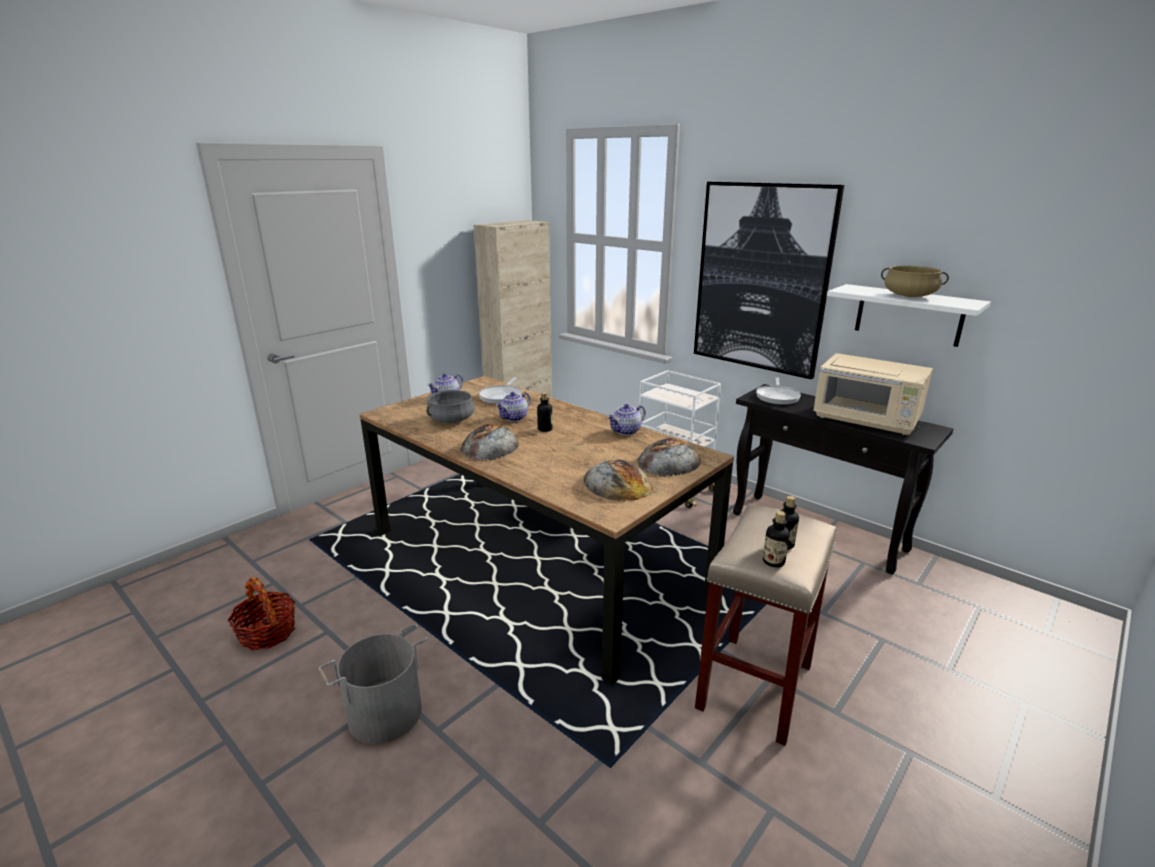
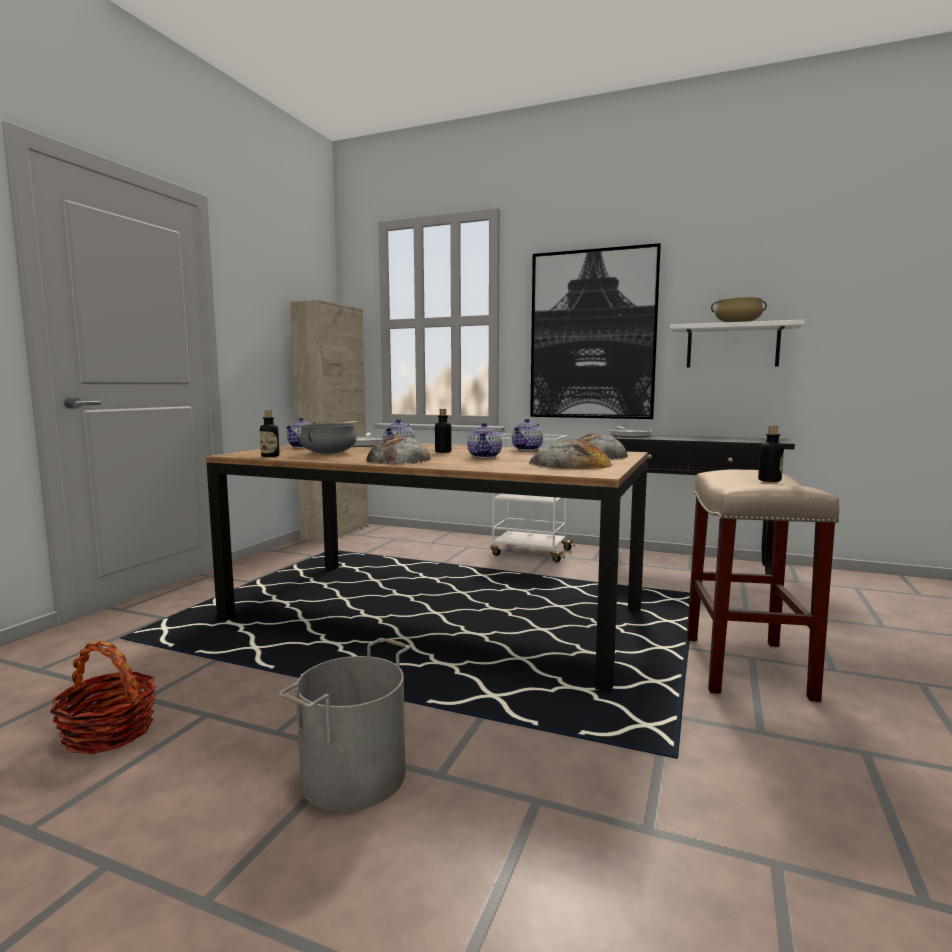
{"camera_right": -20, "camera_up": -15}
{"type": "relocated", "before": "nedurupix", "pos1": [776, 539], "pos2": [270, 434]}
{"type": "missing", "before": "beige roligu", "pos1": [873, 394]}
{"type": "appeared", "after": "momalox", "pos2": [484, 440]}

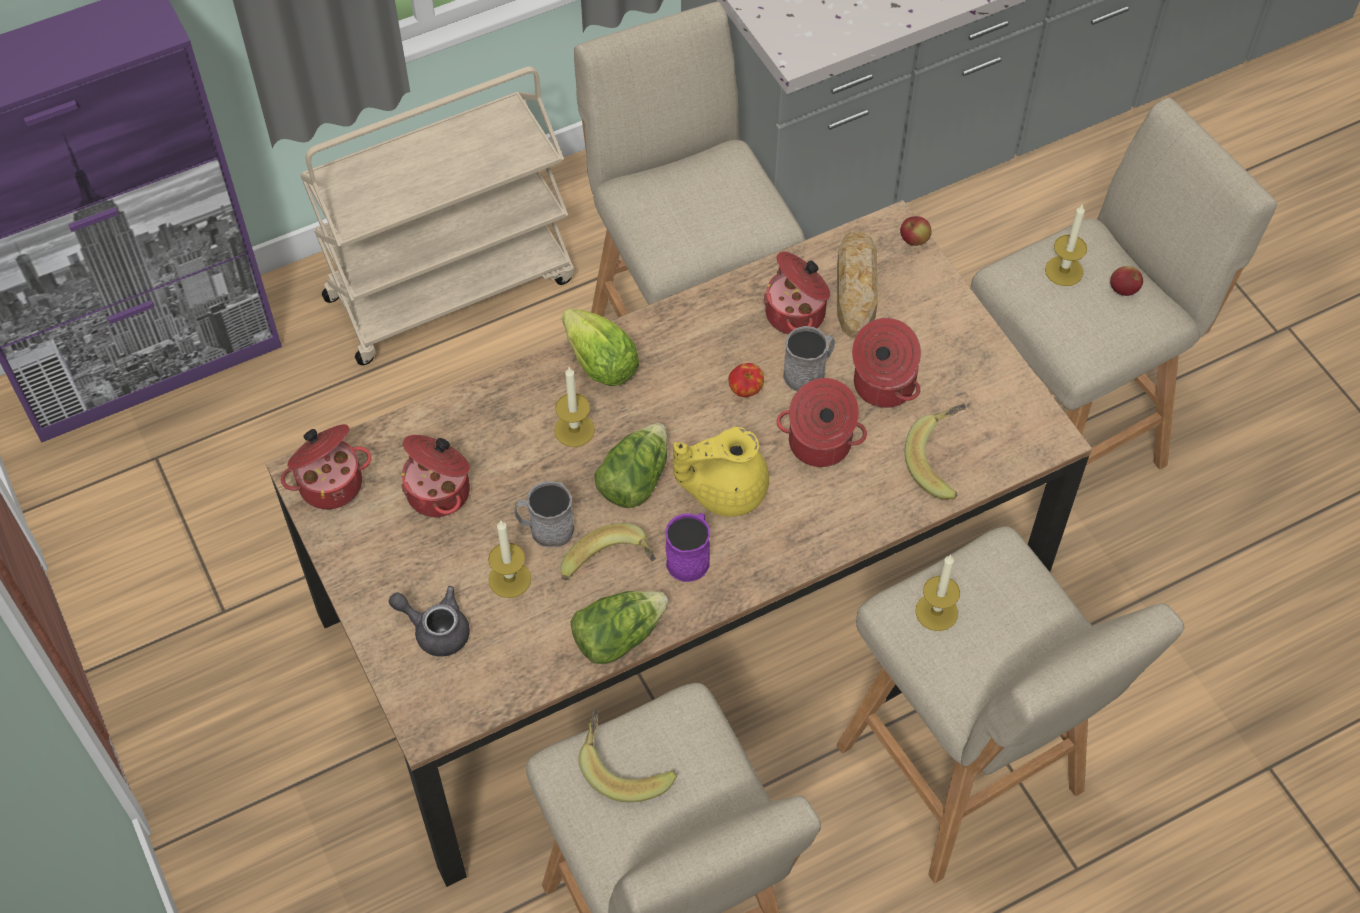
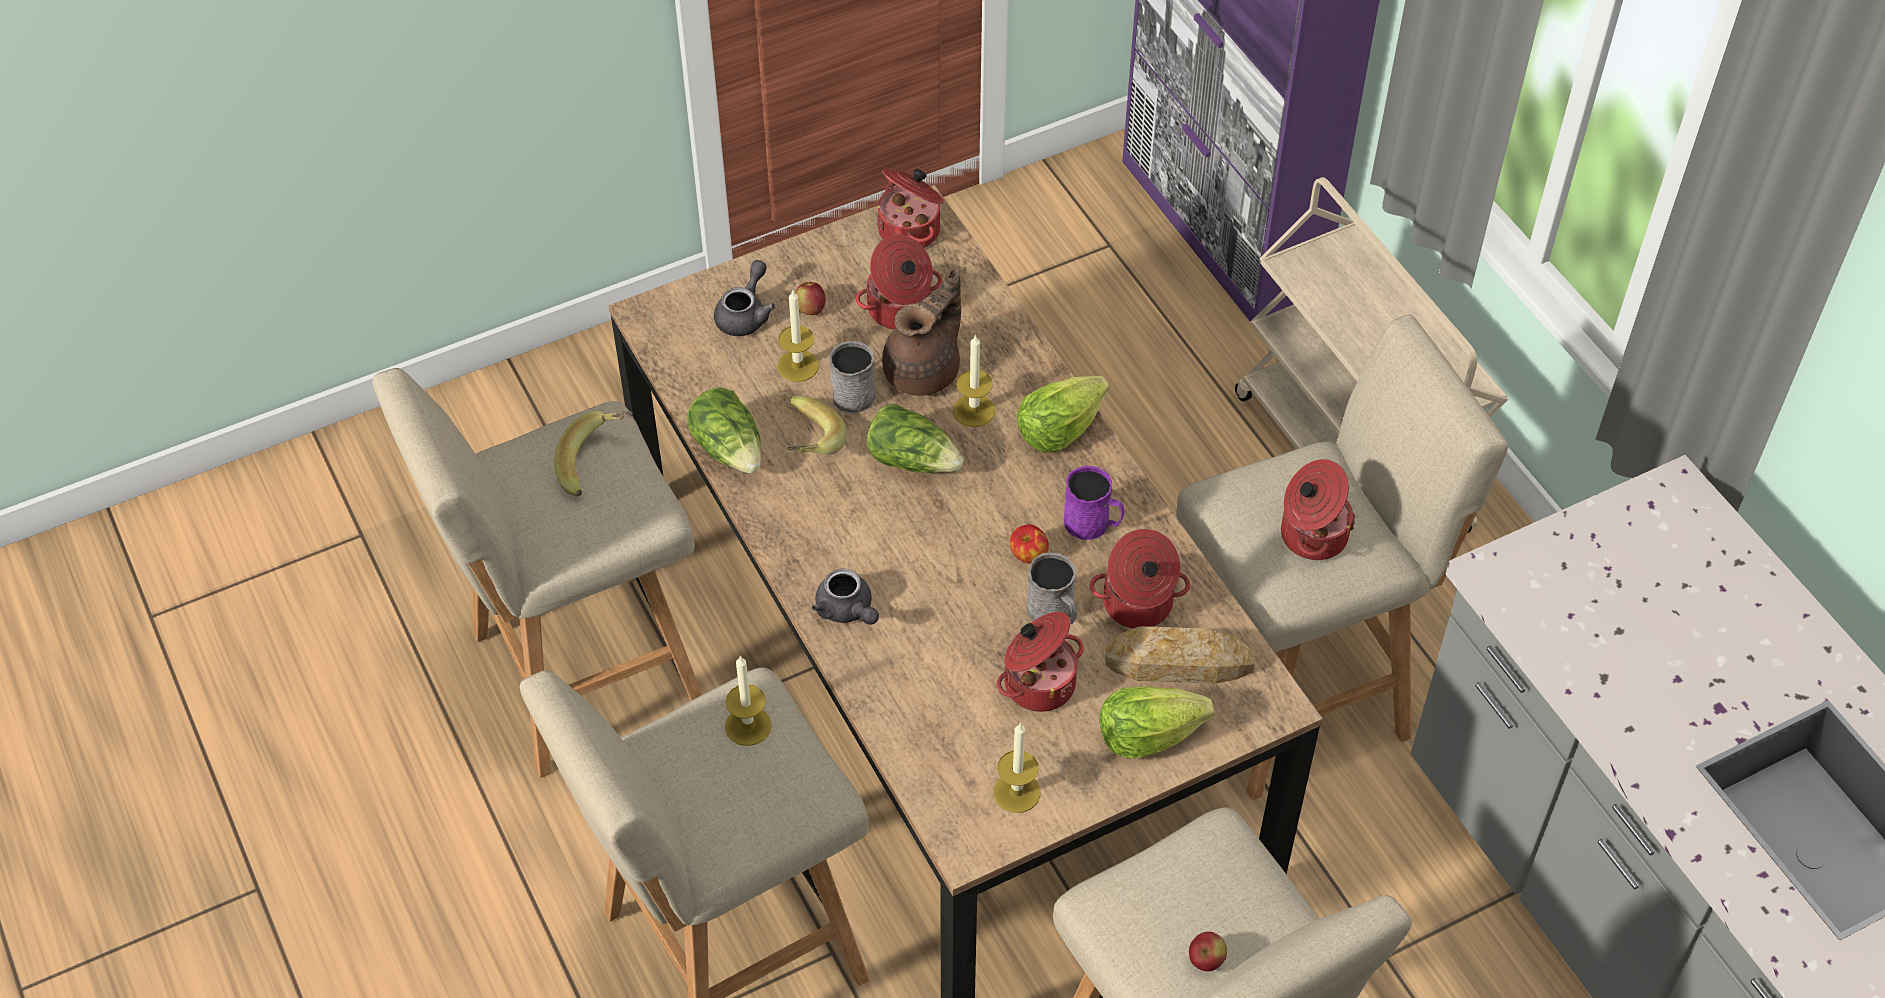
{"camera_right": 90, "camera_up": -5}
{"type": "relocated", "before": "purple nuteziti", "pos1": [687, 547], "pos2": [1094, 503]}
{"type": "missing", "before": "yellow momalox", "pos1": [721, 472]}
{"type": "relocated", "before": "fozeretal", "pos1": [822, 422], "pos2": [1318, 509]}
{"type": "relocated", "before": "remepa", "pos1": [916, 231], "pos2": [810, 298]}
{"type": "missing", "before": "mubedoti", "pos1": [935, 451]}
{"type": "relocated", "before": "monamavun", "pos1": [1066, 245], "pos2": [1017, 768]}
{"type": "appeared", "after": "grey momalox", "pos2": [845, 597]}
{"type": "appeared", "after": "brown momalox", "pos2": [921, 331]}
{"type": "appeared", "after": "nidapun", "pos2": [1156, 722]}

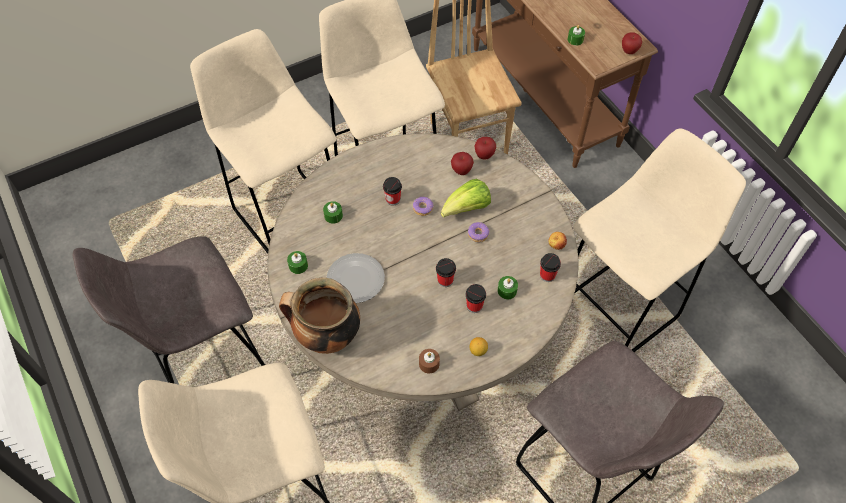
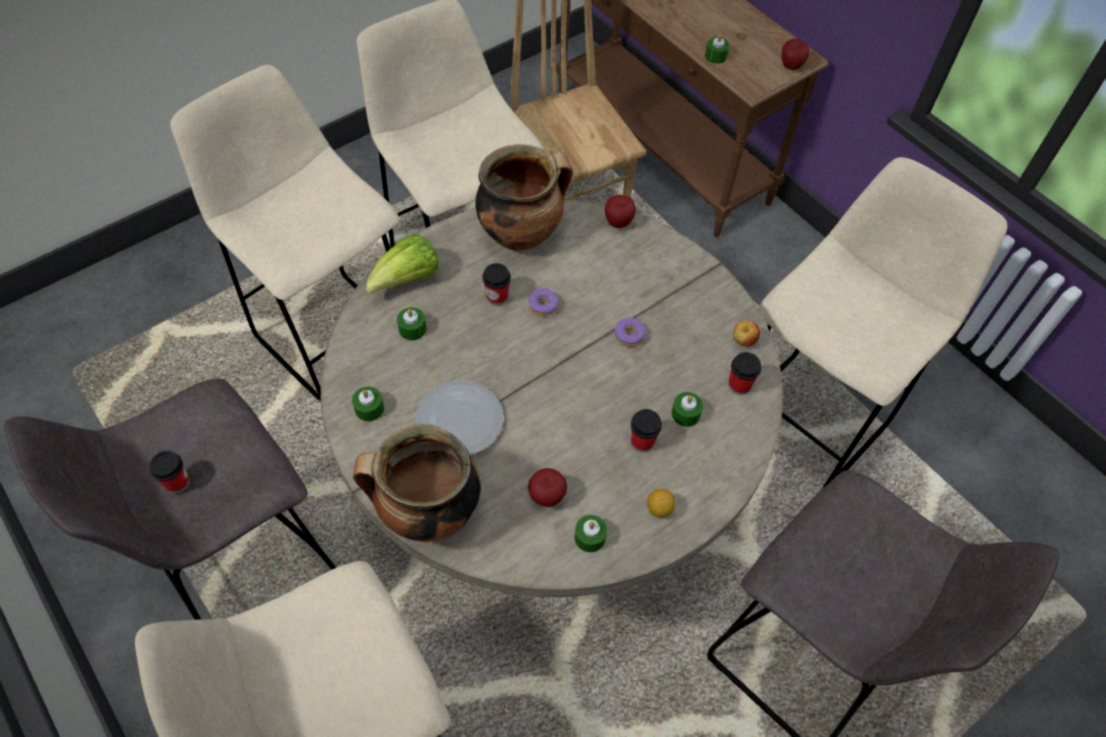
{"camera_right": -10, "camera_up": 0}
{"type": "colour", "before": "brown monamavun", "after": "green monamavun", "pos1": [429, 361], "pos2": [590, 533]}
{"type": "relocated", "before": "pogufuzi", "pos1": [446, 272], "pos2": [170, 472]}
{"type": "relocated", "before": "nidapun", "pos1": [466, 198], "pos2": [402, 264]}
{"type": "relocated", "before": "remepa", "pos1": [462, 163], "pos2": [547, 487]}
{"type": "appeared", "after": "fozeretal", "pos2": [524, 197]}

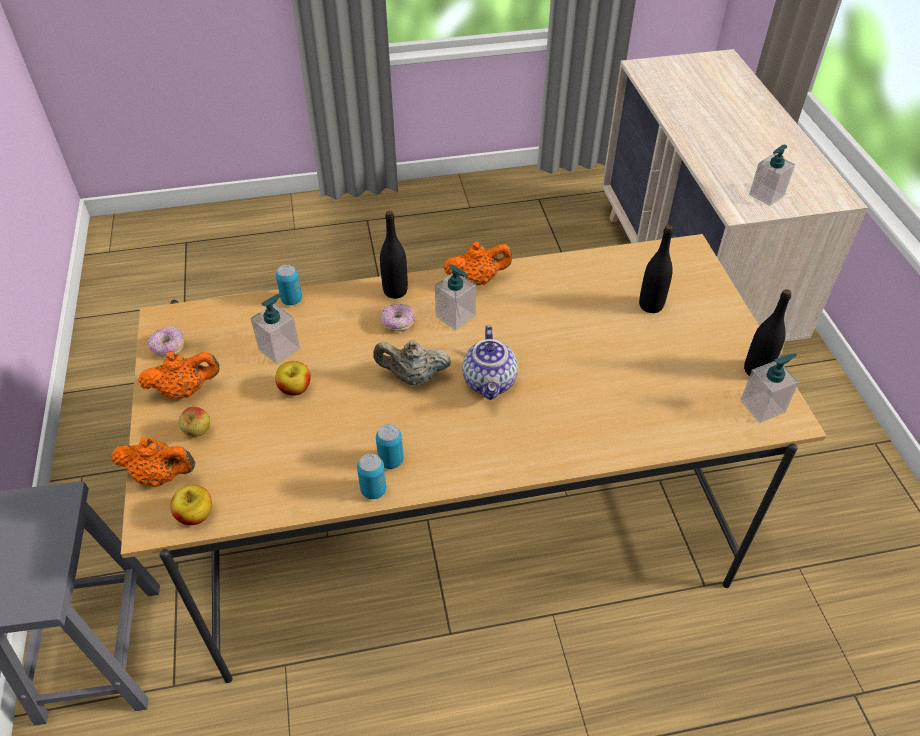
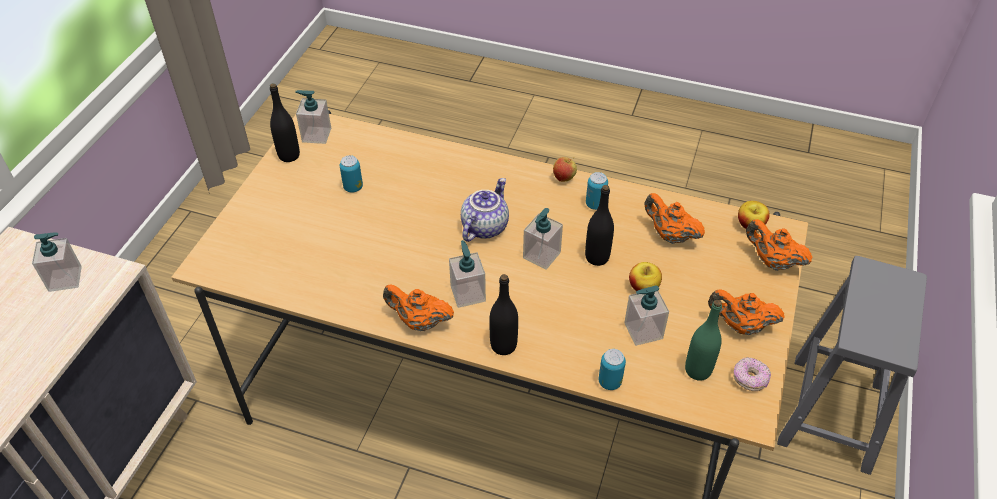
{"camera_right": -150, "camera_up": 0}
{"type": "relocated", "before": "remepa", "pos1": [194, 422], "pos2": [565, 169]}
{"type": "relocated", "before": "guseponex", "pos1": [371, 476], "pos2": [351, 173]}
{"type": "exchanged", "before": "beige momalox", "after": "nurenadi", "pos1": [412, 362], "pos2": [543, 239]}
{"type": "missing", "before": "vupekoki", "pos1": [398, 317]}
{"type": "relocated", "before": "black nedurupix", "pos1": [656, 269], "pos2": [599, 225]}
{"type": "appeared", "after": "orange momalox", "pos2": [674, 218]}
{"type": "appeared", "after": "green nedurupix", "pos2": [703, 340]}

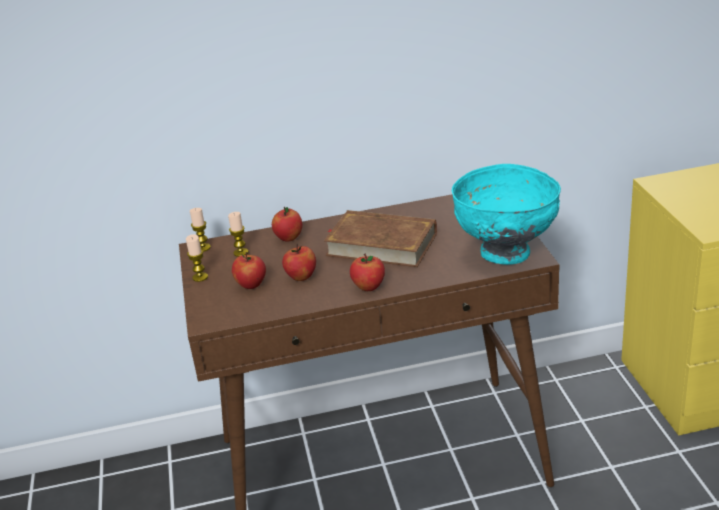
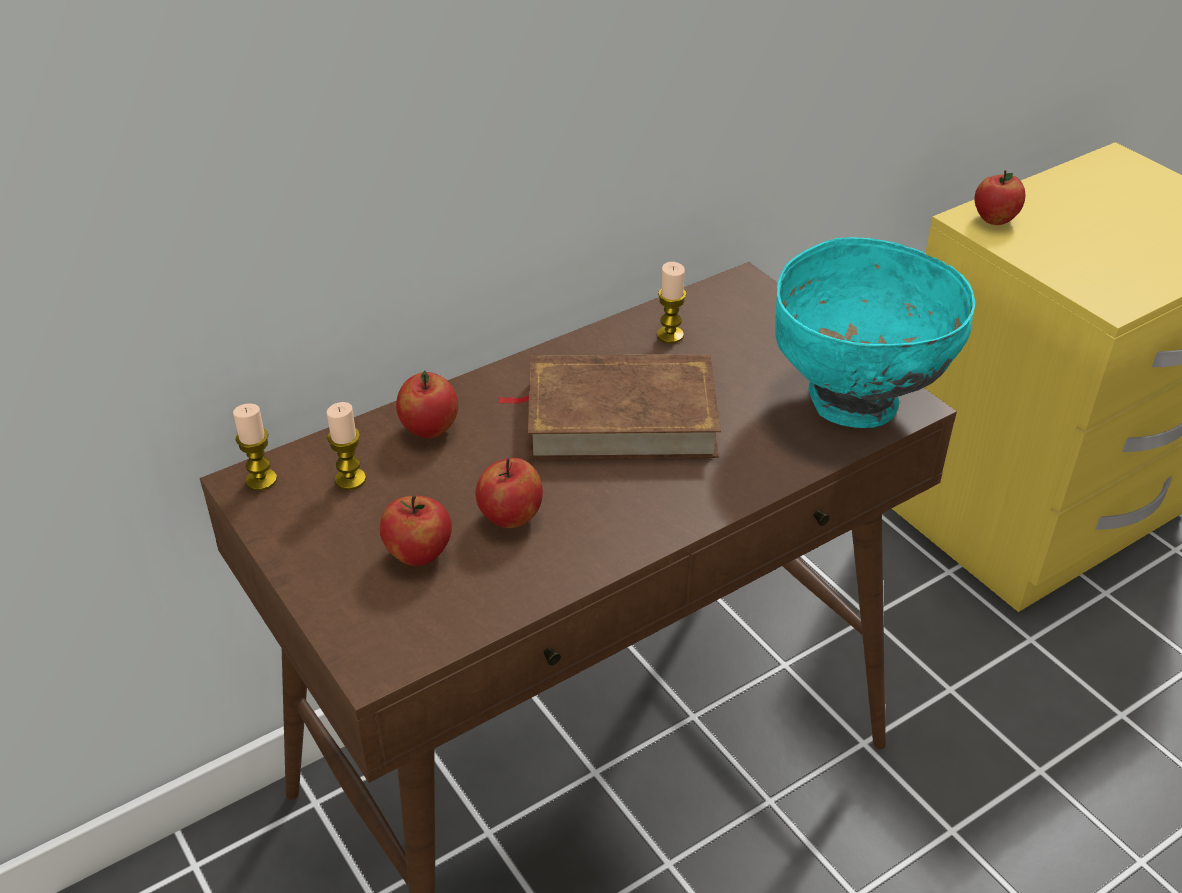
{"camera_right": -25, "camera_up": 10}
{"type": "relocated", "before": "monamavun", "pos1": [197, 258], "pos2": [671, 303]}
{"type": "relocated", "before": "remepa", "pos1": [367, 272], "pos2": [999, 197]}

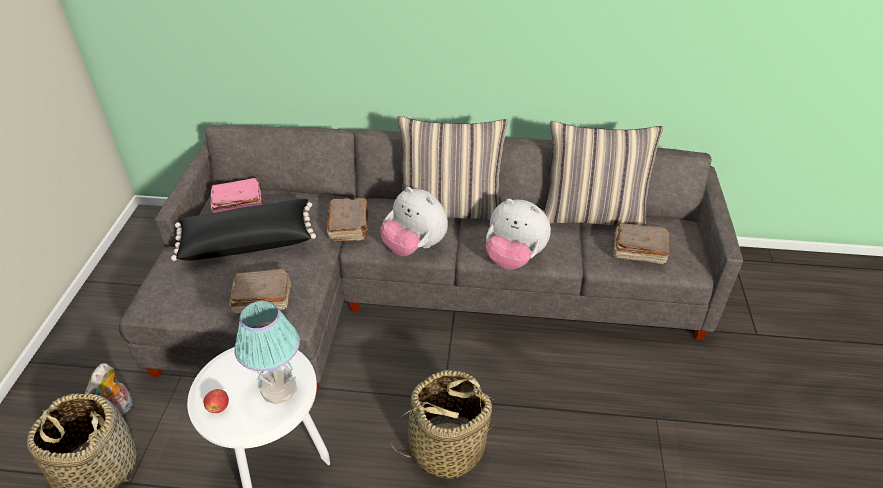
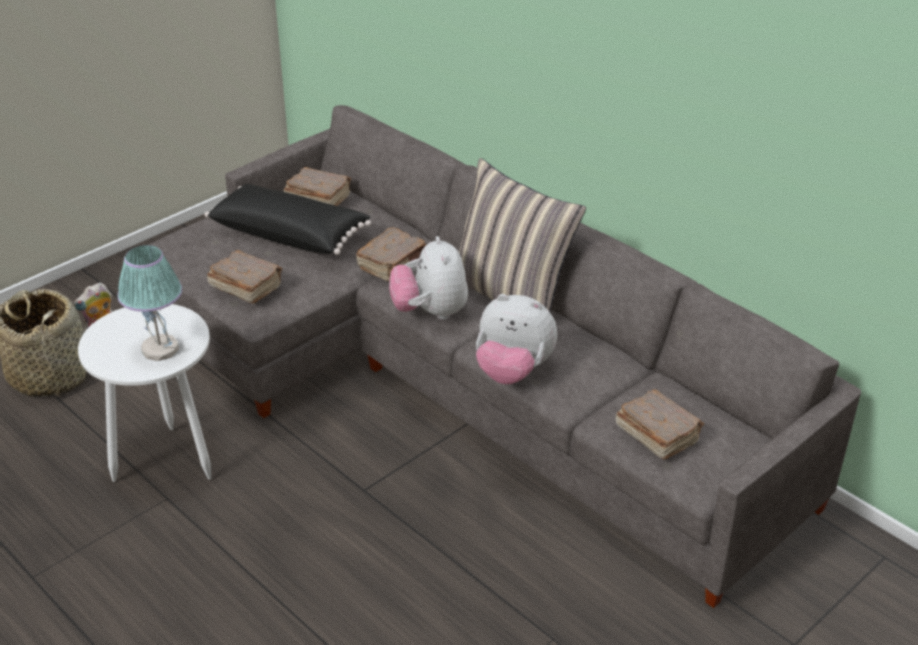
{"camera_right": 40, "camera_up": -5}
{"type": "missing", "before": "remepa", "pos1": [216, 401]}
{"type": "colour", "before": "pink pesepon", "after": "brown pesepon", "pos1": [236, 195], "pos2": [317, 186]}
{"type": "missing", "before": "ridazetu", "pos1": [441, 424]}
{"type": "spun", "before": "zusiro", "pos1": [518, 234], "pos2": [516, 339], "turn": -45}
{"type": "missing", "before": "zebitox", "pos1": [604, 173]}

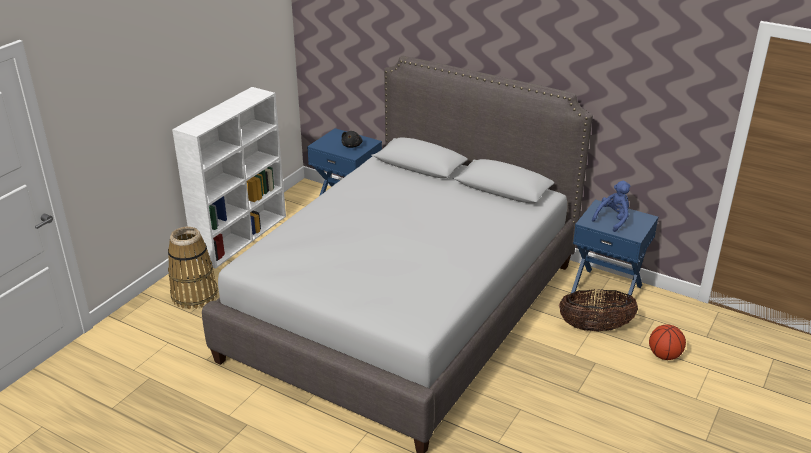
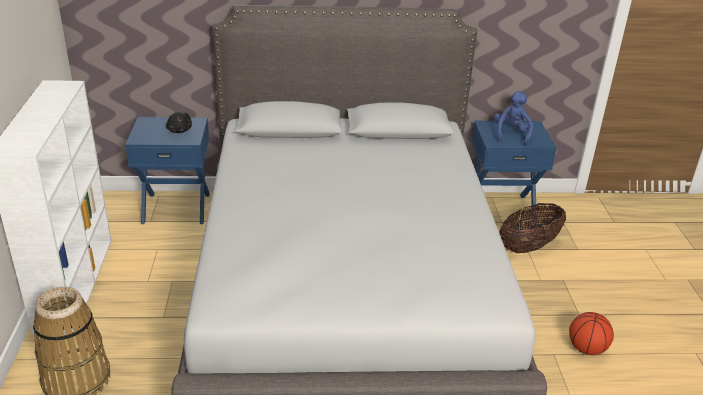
{"camera_right": -35, "camera_up": 0}
{"type": "relocated", "before": "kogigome", "pos1": [667, 342], "pos2": [591, 333]}

